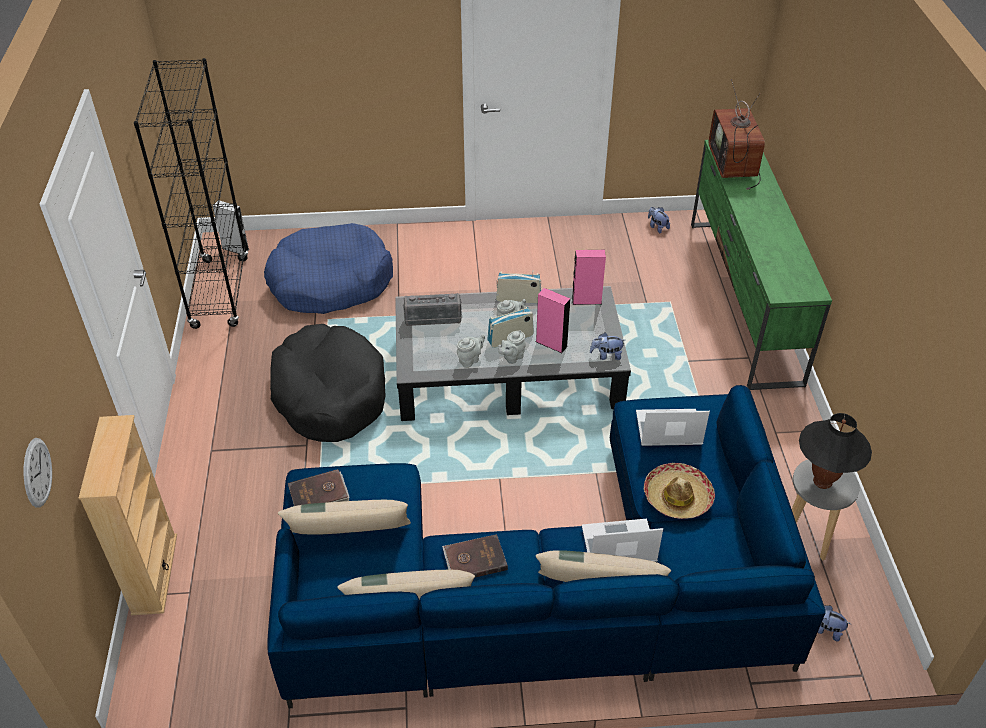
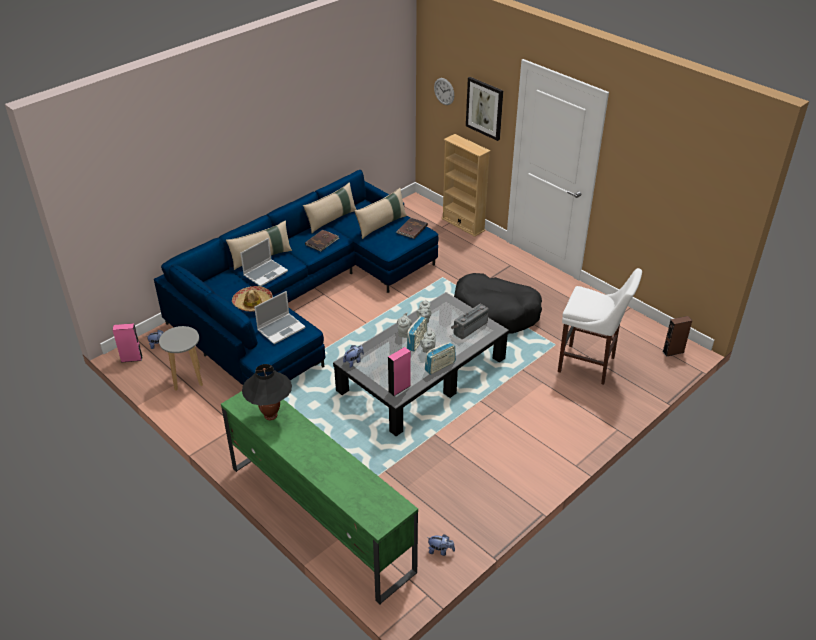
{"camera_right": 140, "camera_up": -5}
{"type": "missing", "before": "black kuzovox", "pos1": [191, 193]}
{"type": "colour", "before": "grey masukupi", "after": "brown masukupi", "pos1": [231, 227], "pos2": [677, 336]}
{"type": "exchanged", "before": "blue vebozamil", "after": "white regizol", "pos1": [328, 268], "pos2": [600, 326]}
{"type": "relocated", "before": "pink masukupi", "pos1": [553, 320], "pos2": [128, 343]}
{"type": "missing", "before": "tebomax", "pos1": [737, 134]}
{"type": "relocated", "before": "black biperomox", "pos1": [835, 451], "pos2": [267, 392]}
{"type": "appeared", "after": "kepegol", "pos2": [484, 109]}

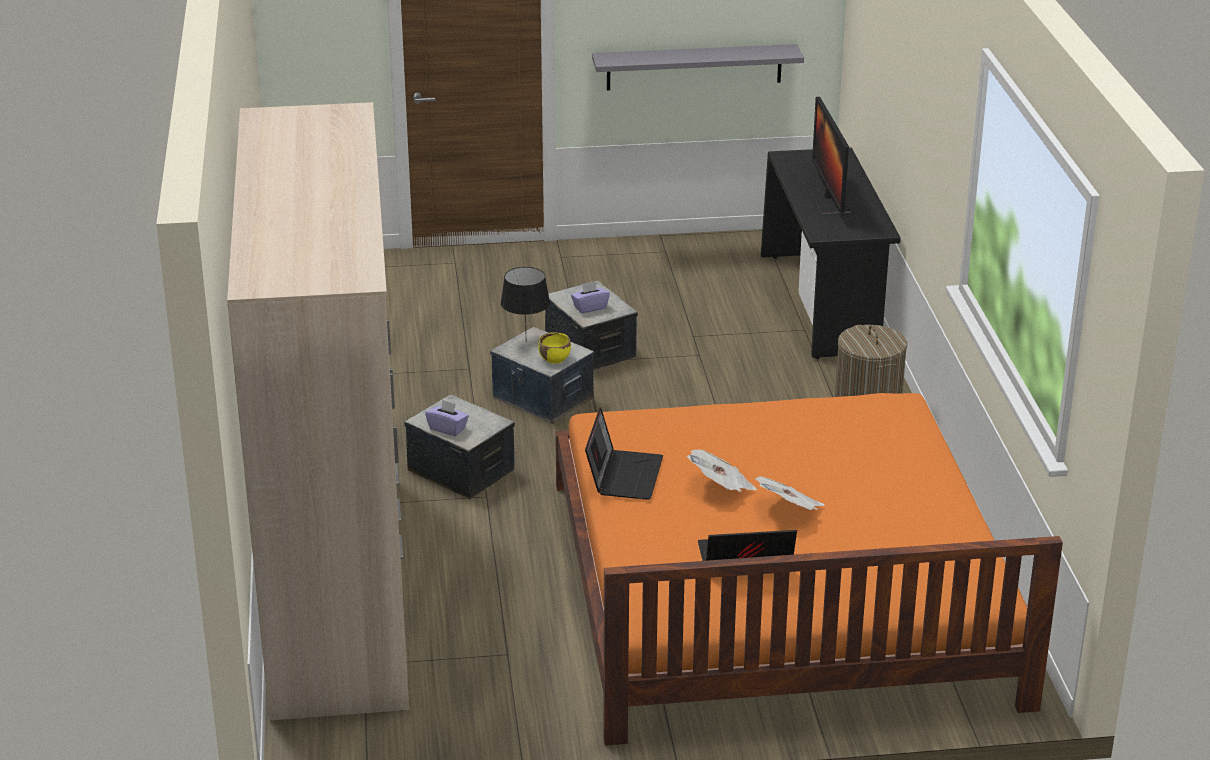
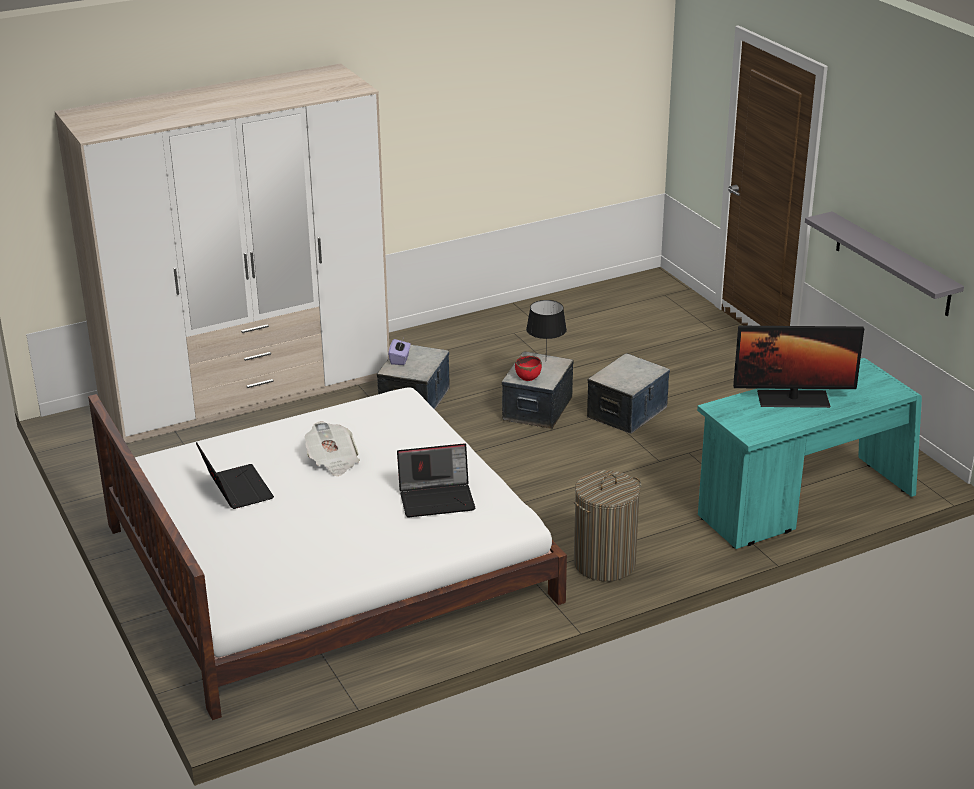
{"camera_right": 70, "camera_up": 0}
{"type": "colour", "before": "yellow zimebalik", "after": "red zimebalik", "pos1": [554, 348], "pos2": [528, 368]}
{"type": "colour", "before": "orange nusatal", "after": "white nusatal", "pos1": [809, 569], "pos2": [327, 553]}
{"type": "missing", "before": "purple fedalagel", "pos1": [590, 297]}
{"type": "relocated", "before": "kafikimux", "pos1": [624, 453], "pos2": [436, 480]}
{"type": "missing", "before": "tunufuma", "pos1": [790, 493]}
{"type": "colour", "before": "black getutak", "after": "turquoise getutak", "pos1": [831, 253], "pos2": [809, 453]}
{"type": "spun", "before": "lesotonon", "pos1": [828, 156], "pos2": [798, 367], "turn": -150}

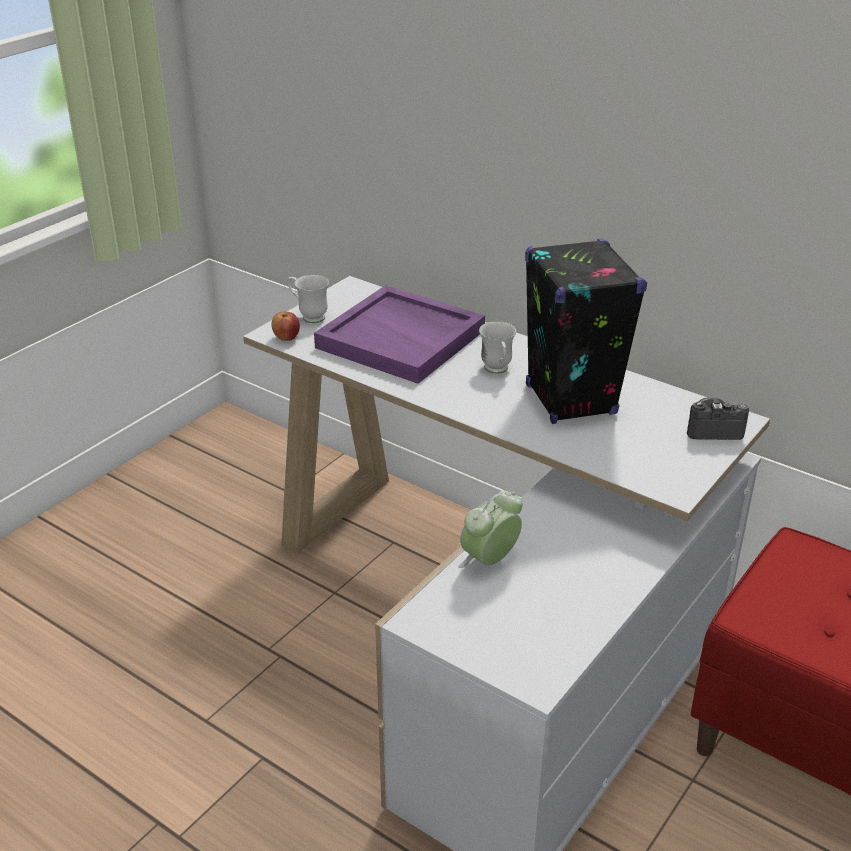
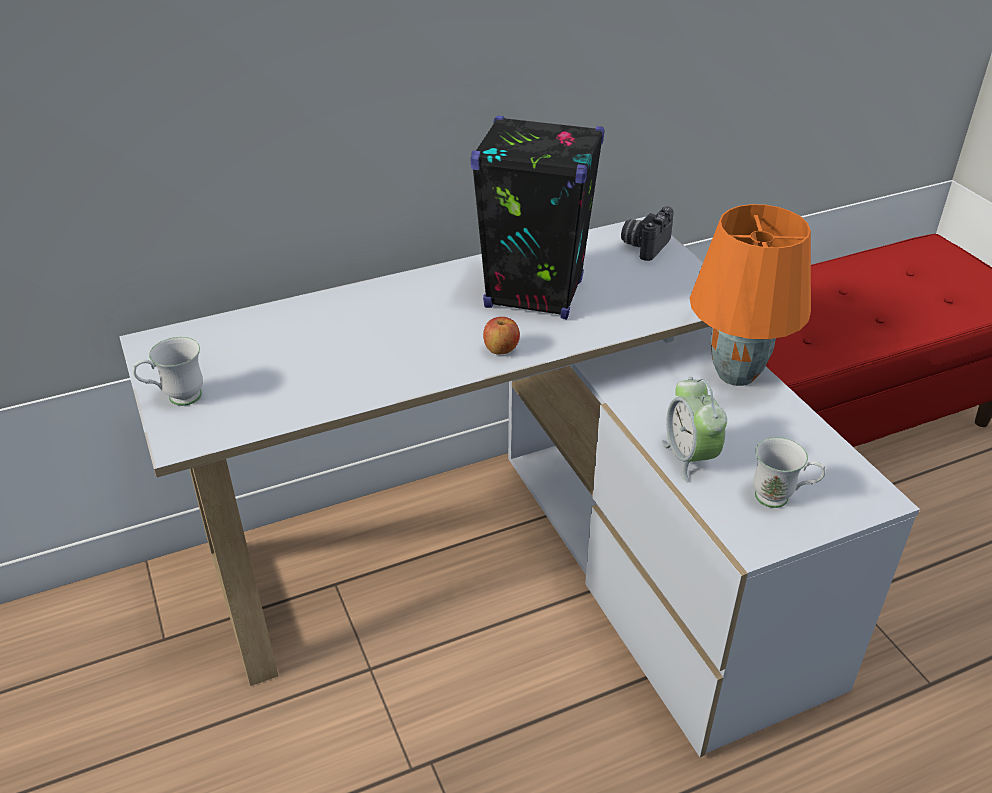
{"camera_right": -60, "camera_up": 5}
{"type": "relocated", "before": "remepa", "pos1": [285, 326], "pos2": [501, 336]}
{"type": "missing", "before": "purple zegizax", "pos1": [399, 334]}
{"type": "relocated", "before": "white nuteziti", "pos1": [497, 347], "pos2": [789, 472]}
{"type": "appeared", "after": "orange biperomox", "pos2": [750, 295]}

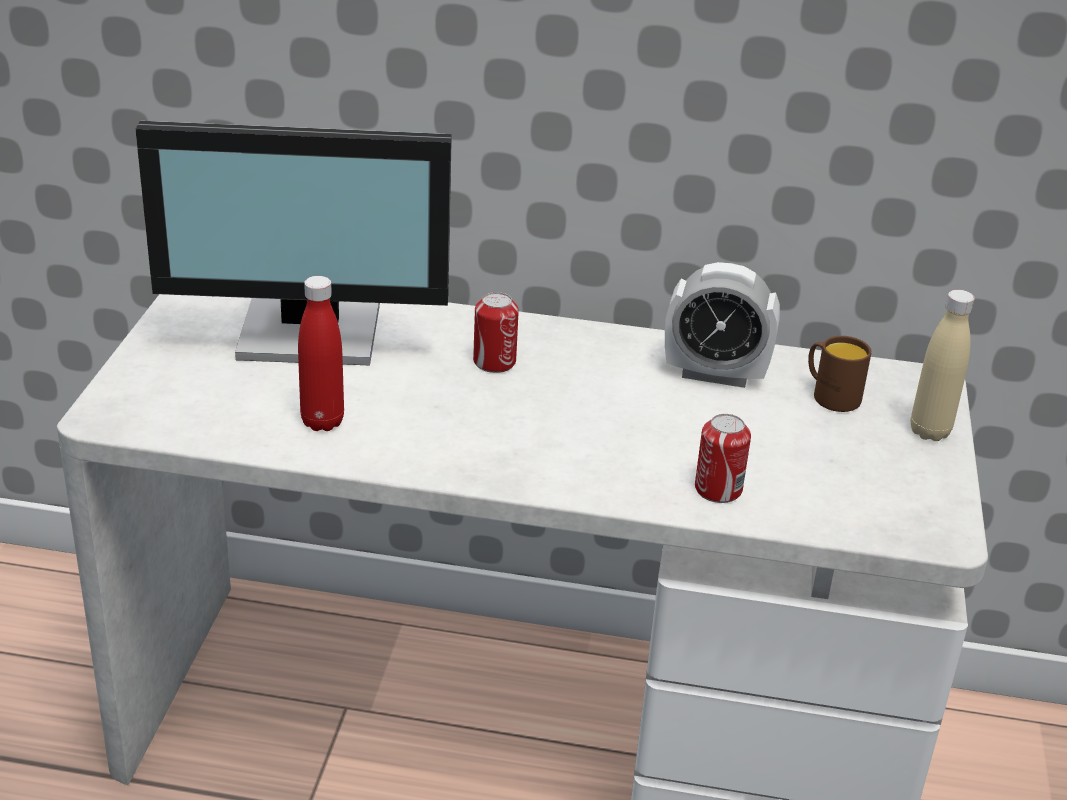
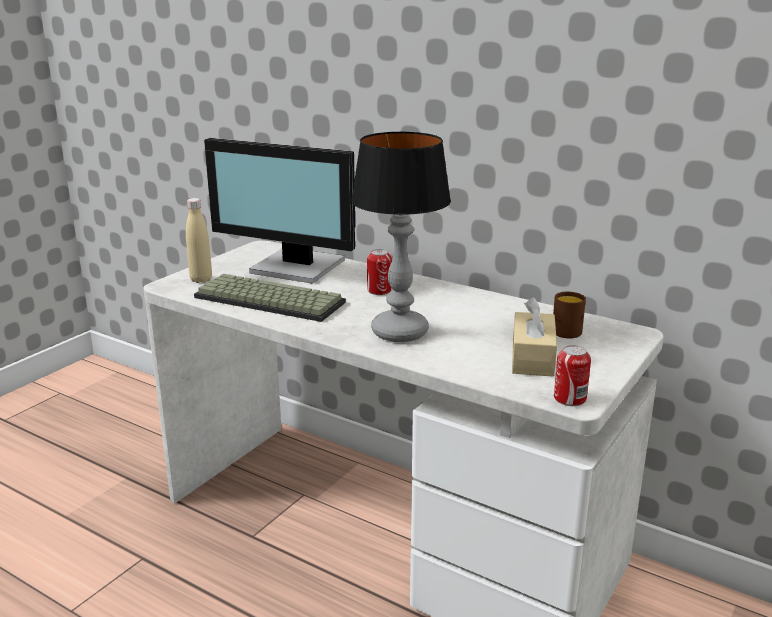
{"camera_right": 25, "camera_up": -10}
{"type": "exchanged", "before": "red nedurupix", "after": "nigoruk", "pos1": [321, 353], "pos2": [270, 298]}
{"type": "missing", "before": "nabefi", "pos1": [722, 325]}
{"type": "relocated", "before": "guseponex", "pos1": [723, 458], "pos2": [572, 375]}
{"type": "relocated", "before": "beige nedurupix", "pos1": [943, 365], "pos2": [199, 240]}
{"type": "appeared", "after": "biperomox", "pos2": [401, 237]}
{"type": "appeared", "after": "beige fedalagel", "pos2": [534, 337]}

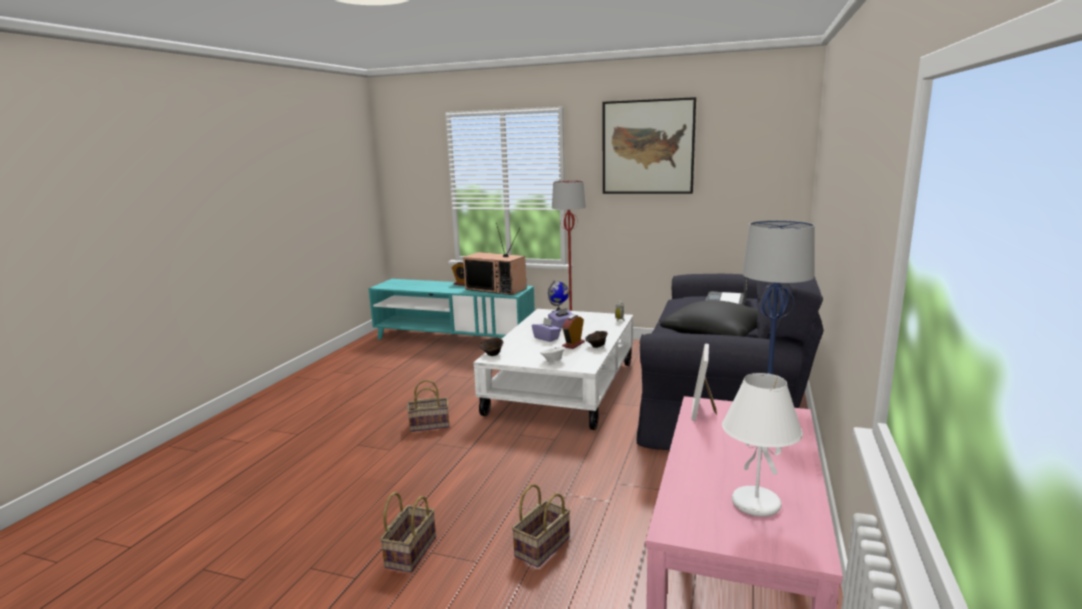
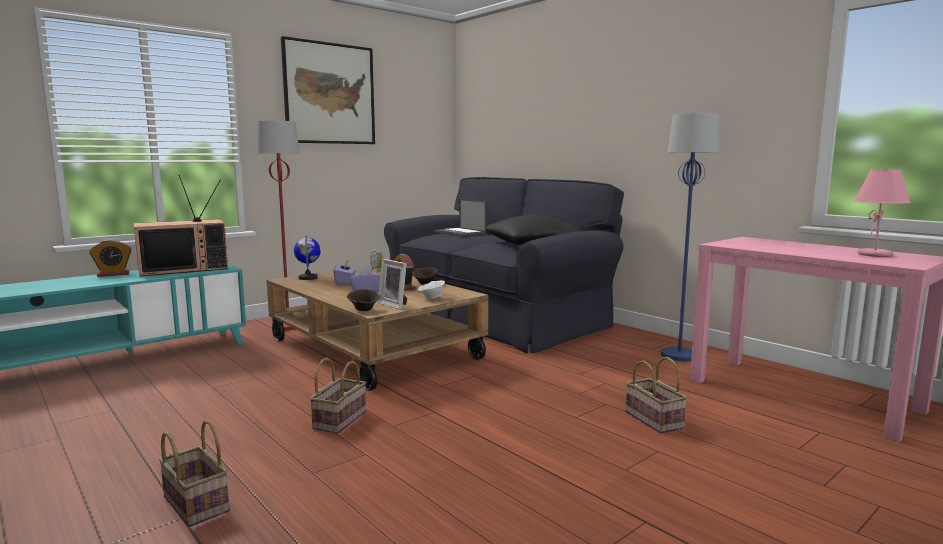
{"camera_right": -60, "camera_up": -5}
{"type": "relocated", "before": "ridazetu", "pos1": [408, 532], "pos2": [194, 473]}
{"type": "colour", "before": "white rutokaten", "after": "brown rutokaten", "pos1": [553, 369], "pos2": [378, 329]}
{"type": "relocated", "before": "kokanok", "pos1": [704, 382], "pos2": [392, 284]}
{"type": "colour", "before": "white biperomox", "after": "pink biperomox", "pos1": [762, 445], "pos2": [882, 213]}

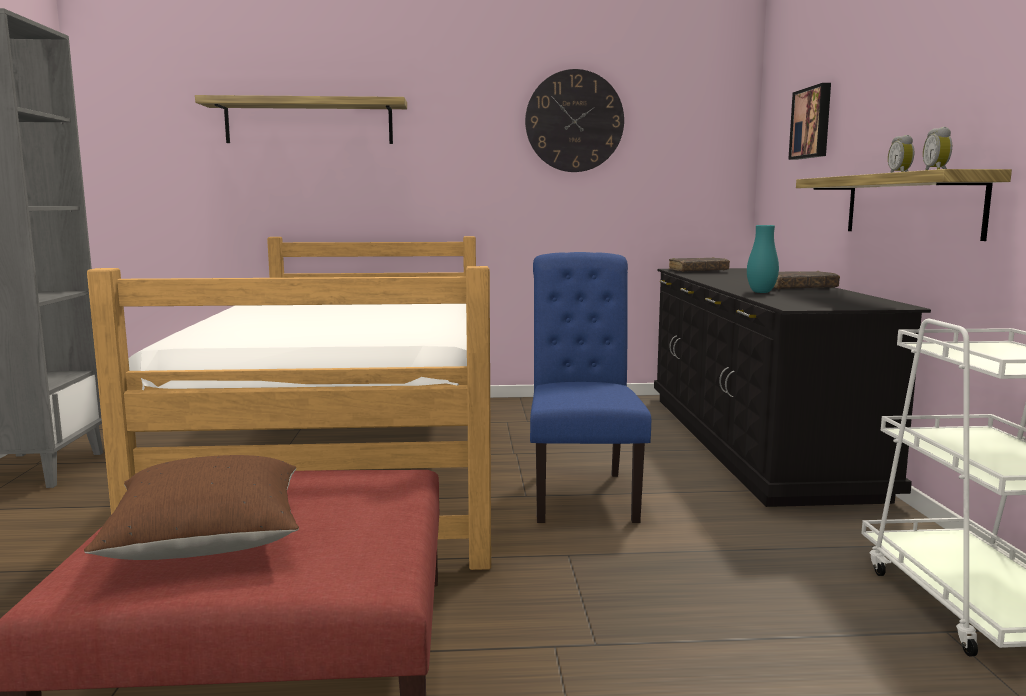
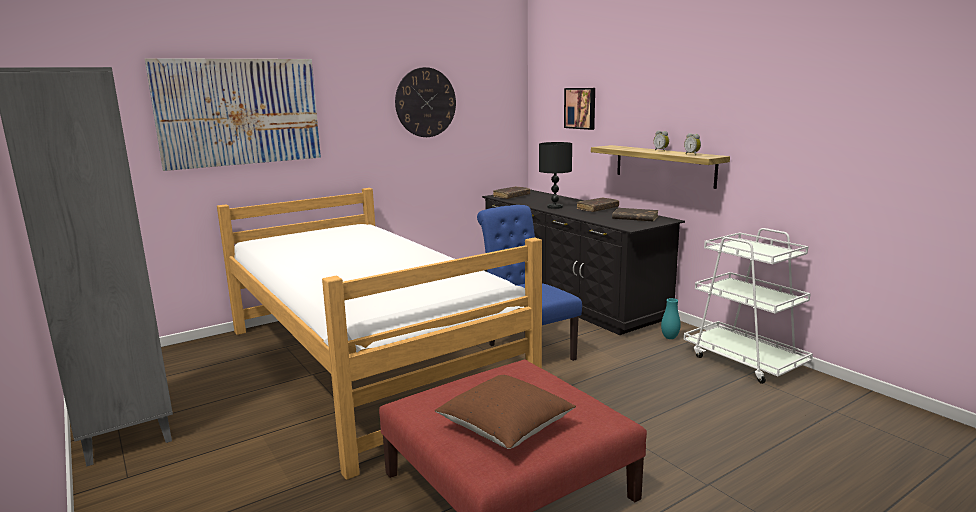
{"camera_right": -30, "camera_up": 5}
{"type": "exchanged", "before": "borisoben", "after": "kepegol", "pos1": [301, 119], "pos2": [233, 114]}
{"type": "relocated", "before": "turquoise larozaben", "pos1": [763, 259], "pos2": [671, 318]}
{"type": "appeared", "after": "black biperomox", "pos2": [555, 175]}
{"type": "appeared", "after": "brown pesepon", "pos2": [635, 215]}

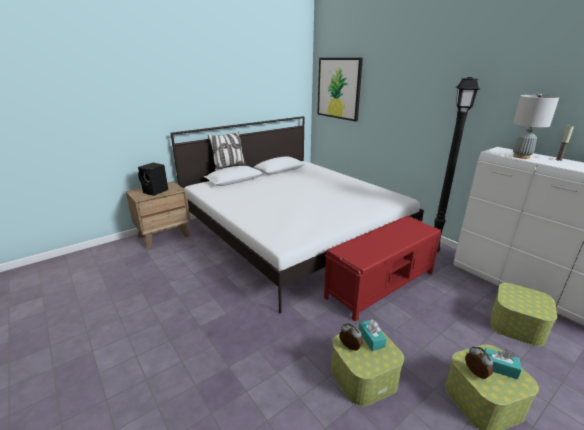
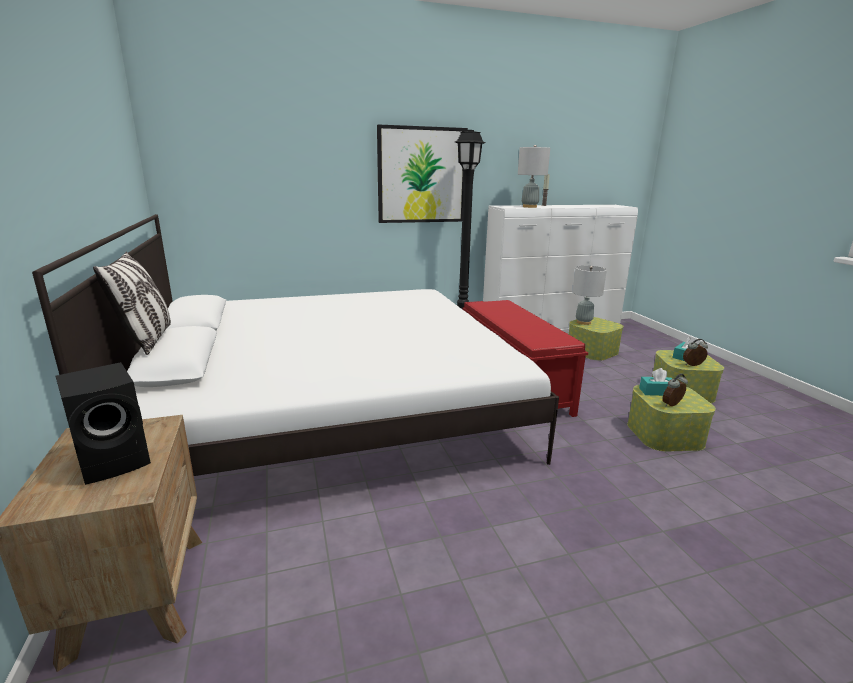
{"camera_right": -70, "camera_up": -5}
{"type": "relocated", "before": "kepegol", "pos1": [340, 90], "pos2": [422, 173]}
{"type": "appeared", "after": "grey biperomox", "pos2": [590, 295]}

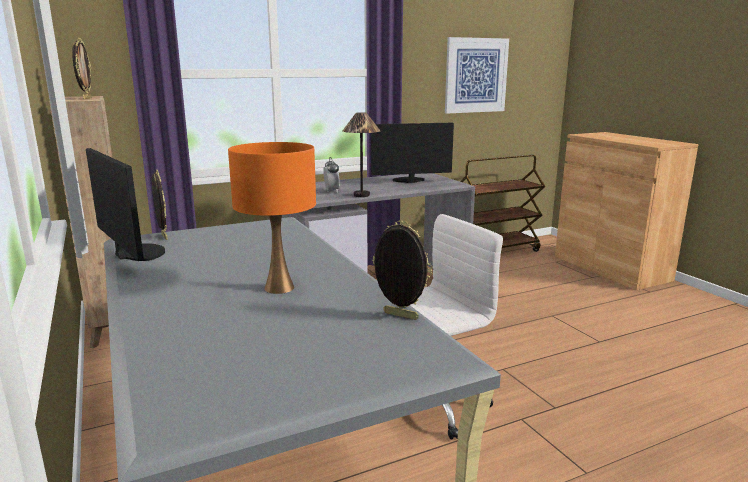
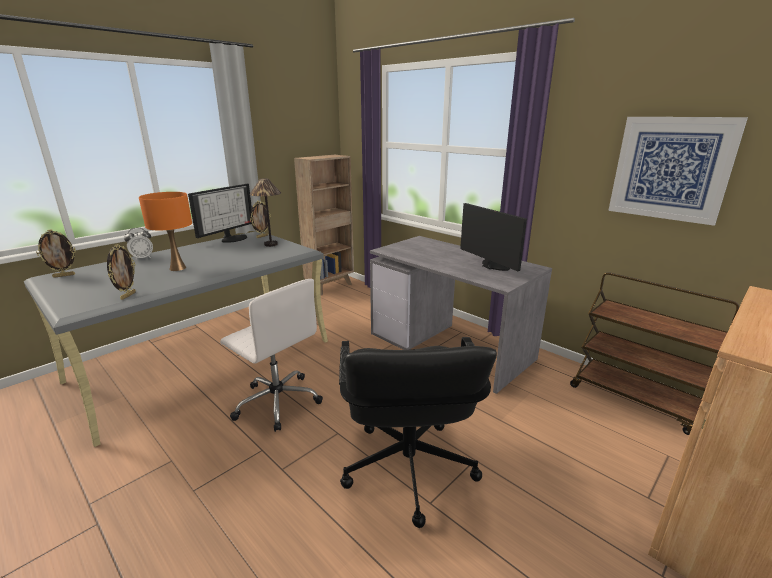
{"camera_right": 70, "camera_up": 5}
{"type": "relocated", "before": "kokanok", "pos1": [82, 68], "pos2": [56, 254]}
{"type": "relocated", "before": "nabefi", "pos1": [331, 175], "pos2": [138, 244]}
{"type": "relocated", "before": "biperomox", "pos1": [361, 154], "pos2": [265, 212]}
{"type": "appeared", "after": "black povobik", "pos2": [418, 432]}

